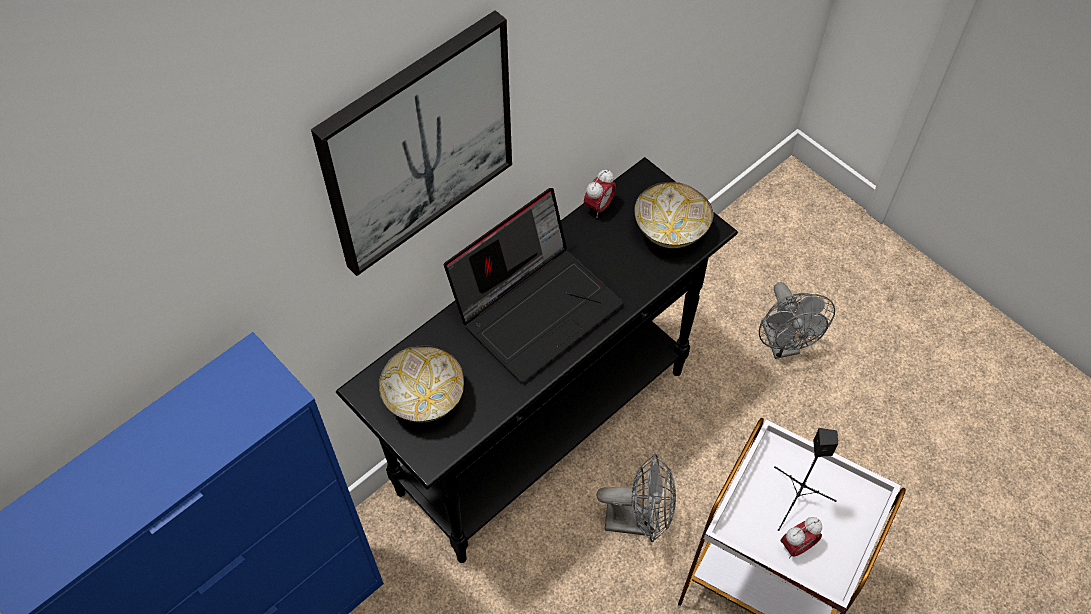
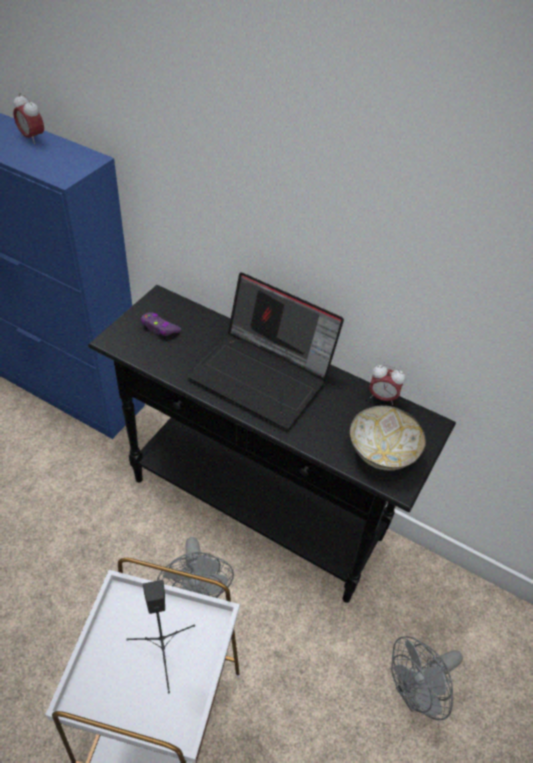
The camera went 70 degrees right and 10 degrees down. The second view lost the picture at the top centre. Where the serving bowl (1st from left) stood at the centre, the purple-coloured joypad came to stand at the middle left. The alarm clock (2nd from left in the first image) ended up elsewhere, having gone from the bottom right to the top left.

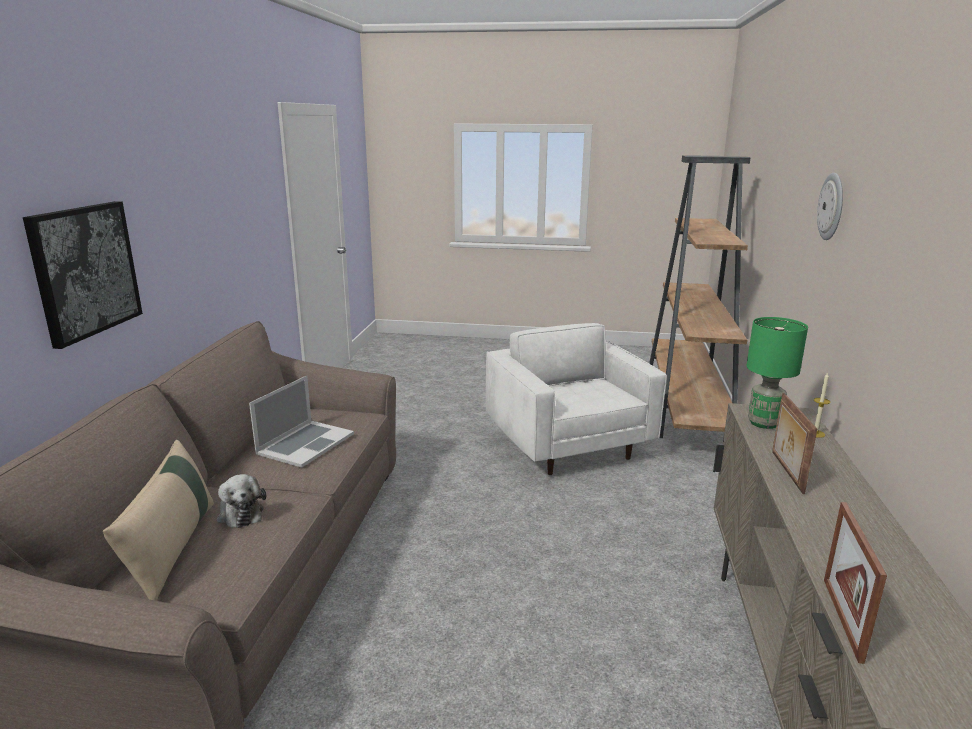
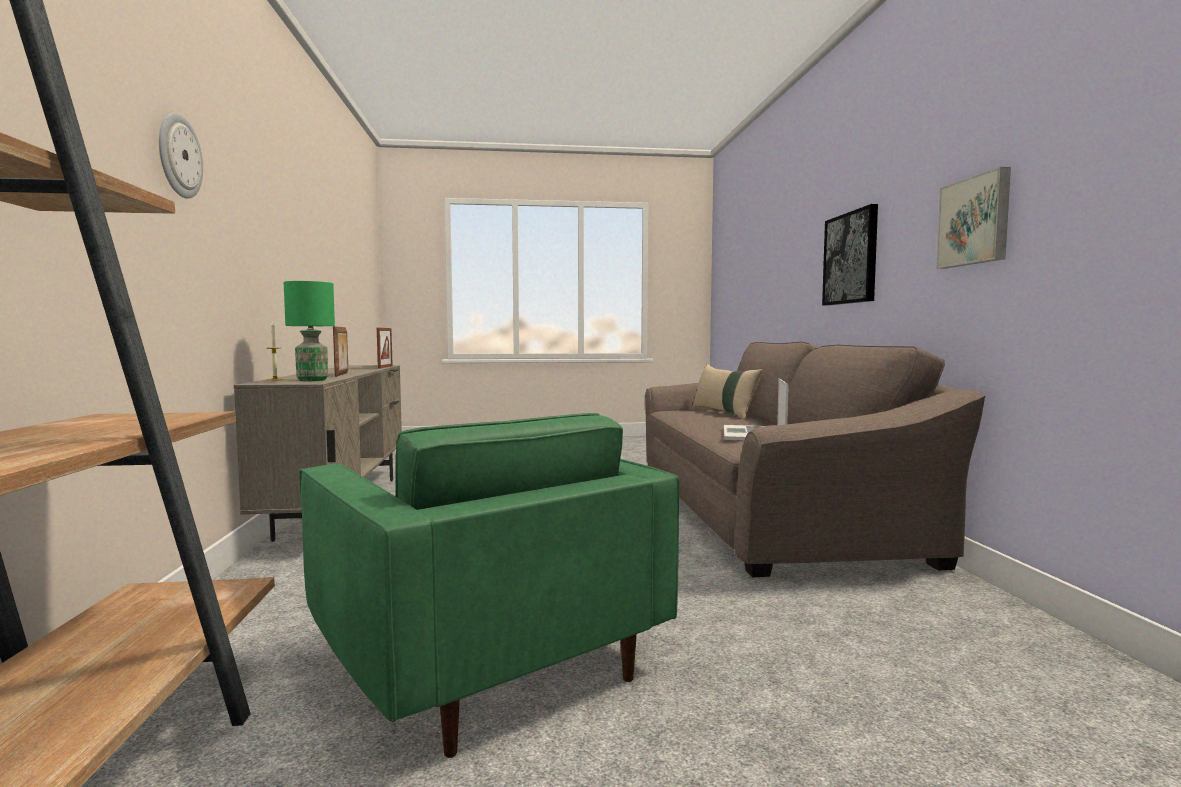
The camera went 165 degrees right and 15 degrees down. What was the white easy chair at the centre turned into the greenish easy chair at the bottom centre. The second view lost the cuddly toy at the bottom left. The second view gained the picture (2nd from left) at the top right.

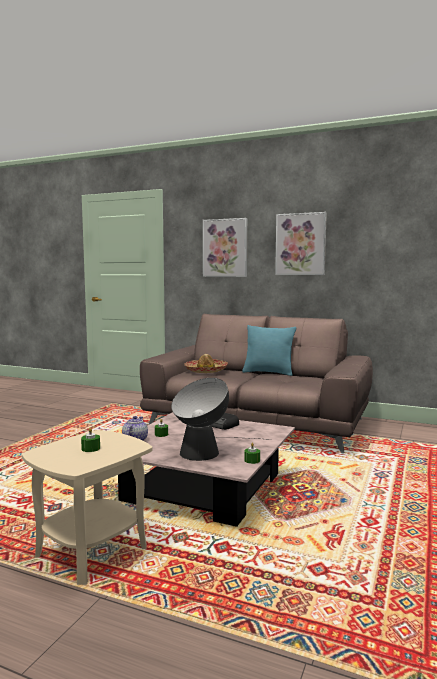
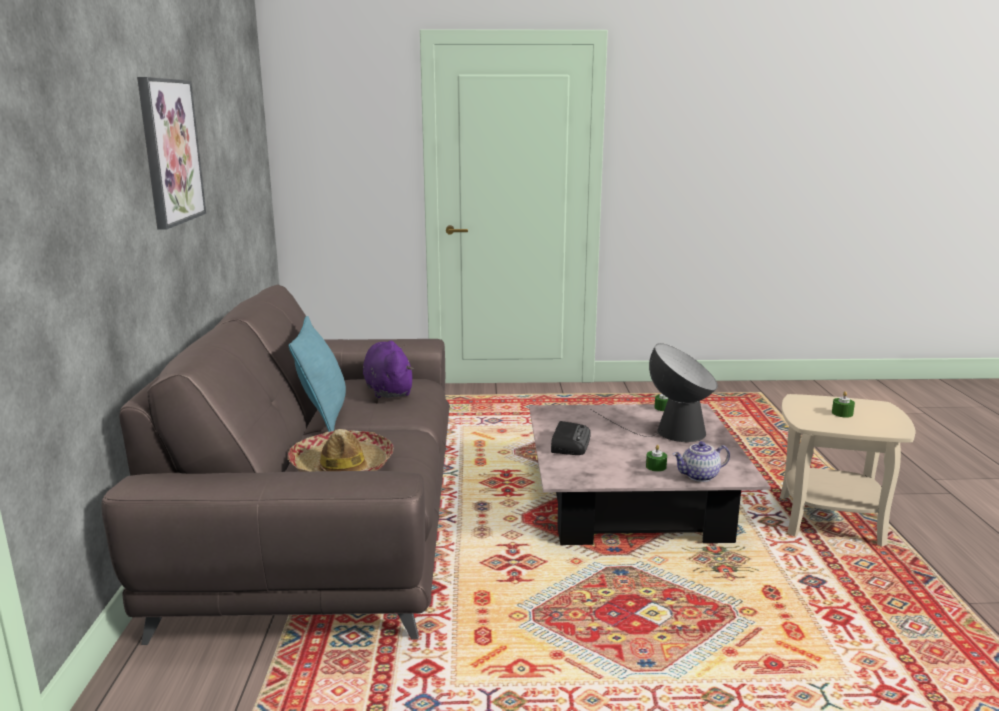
The camera went 115 degrees left and 10 degrees up. The second view lost the picture (1st from left) at the centre. The second view gained the purple-coloured cuddly toy at the centre.

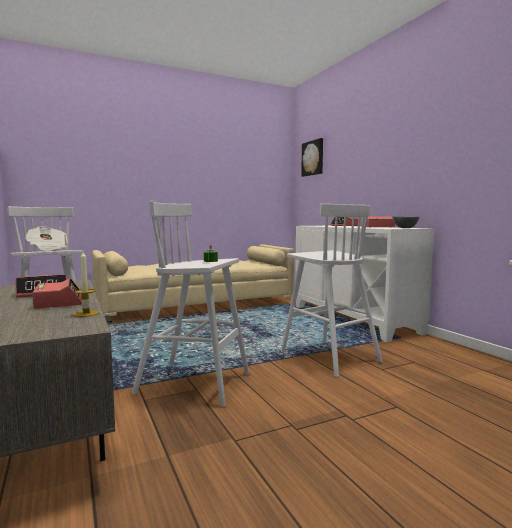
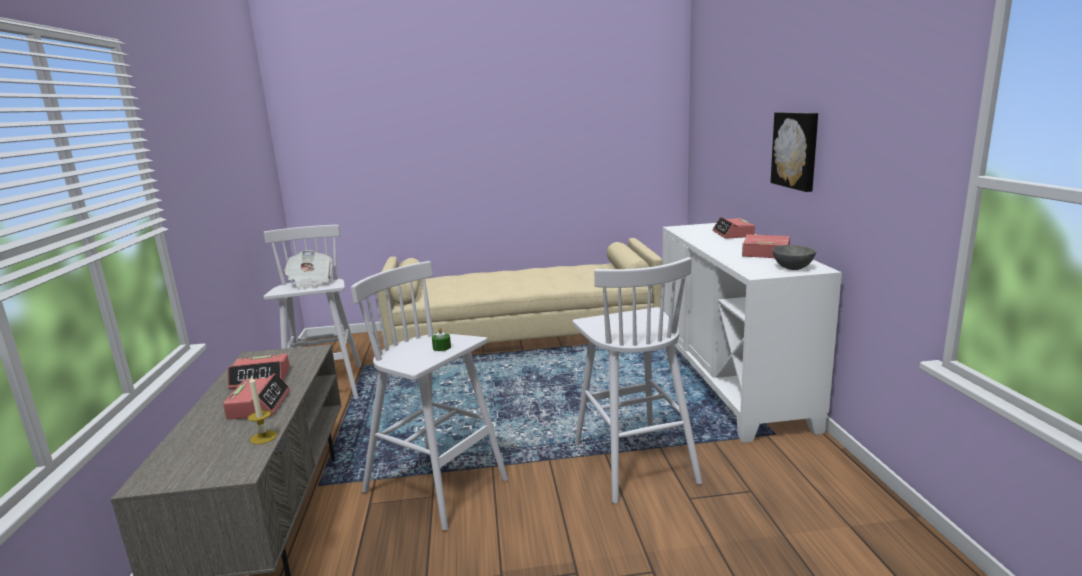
The camera went 20 degrees right and 10 degrees up. The picture ended up elsewhere, having gone from the top centre to the top right.

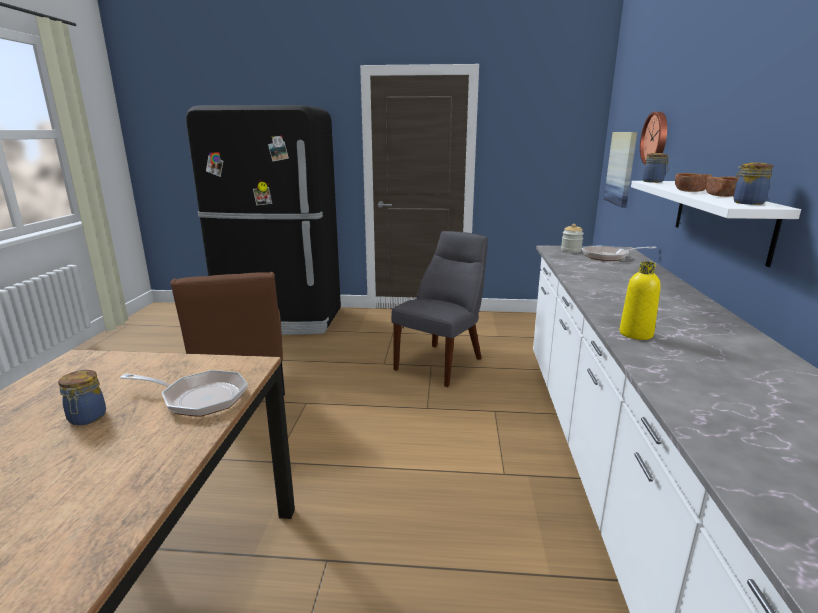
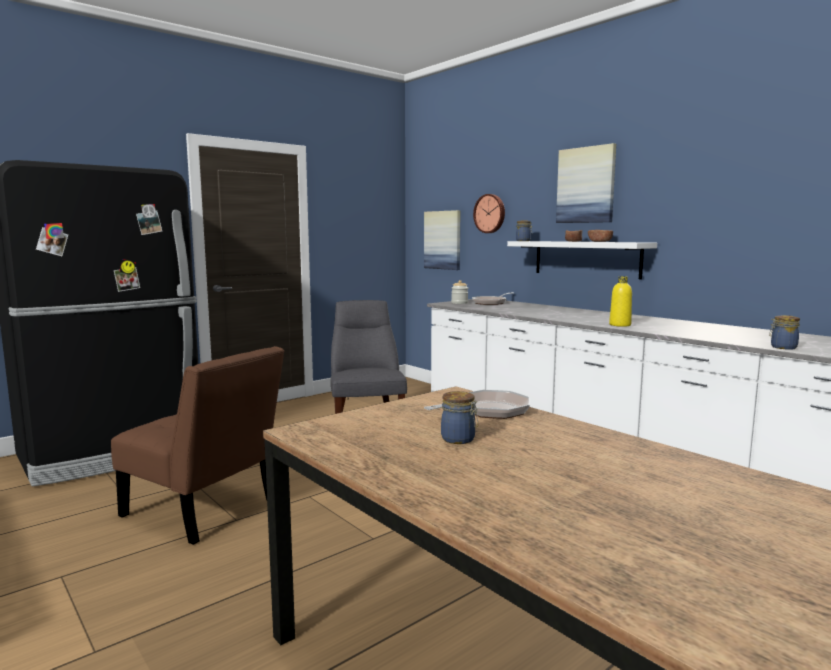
The camera went 45 degrees left and 10 degrees down. The storage jar (4th from left) ended up elsewhere, having gone from the top right to the middle right. The second view gained the picture (2nd from left) at the top right.

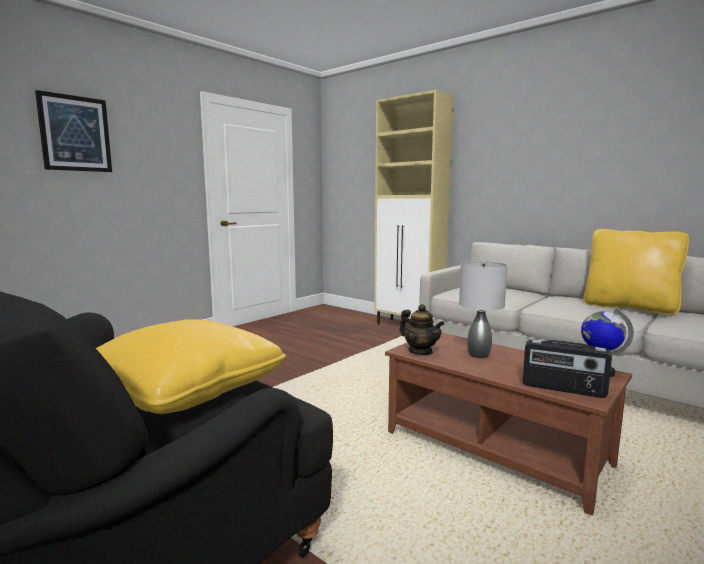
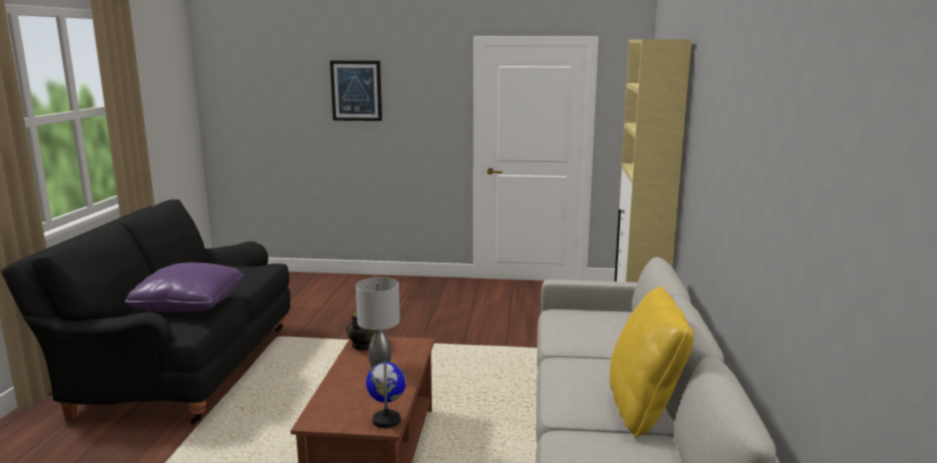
The camera went 55 degrees right and 5 degrees up. What was the yellow-coloured pillow (1st from left) at the middle left turned into the purple-coloured pillow at the middle left. The second view lost the radio at the middle right.

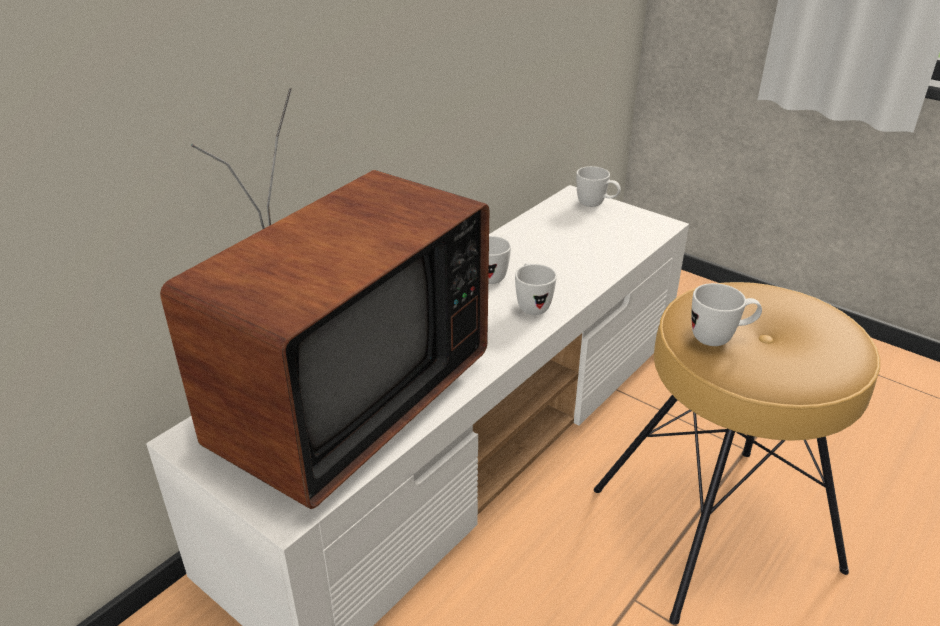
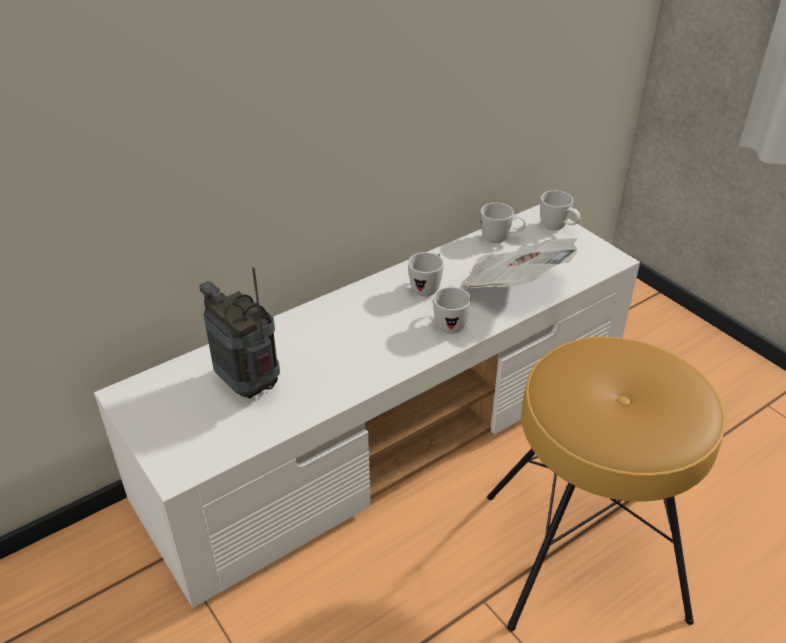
The camera went 15 degrees right and 5 degrees up. Where the TV stood at the centre, the radio came to stand at the middle left. The white tea mug (4th from left in the first image) ended up elsewhere, having gone from the middle right to the centre. The second view gained the printed paper at the centre.

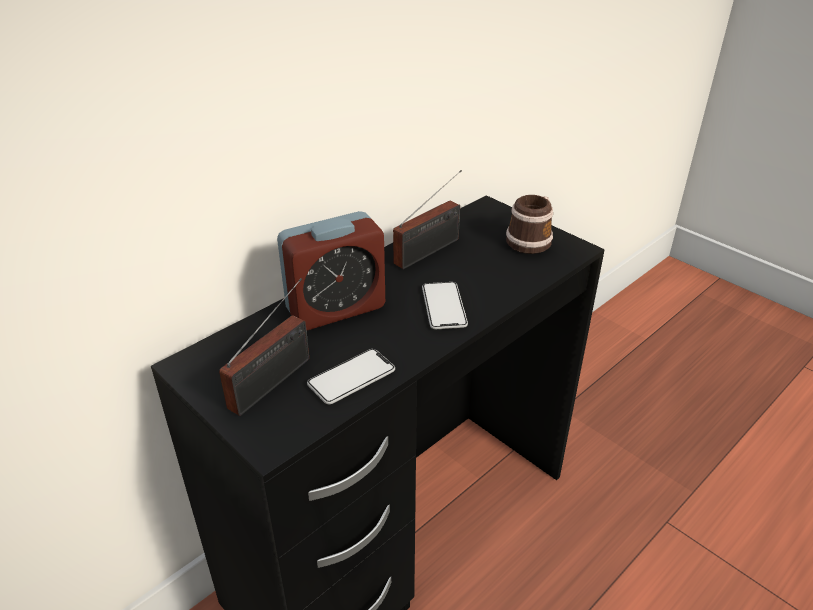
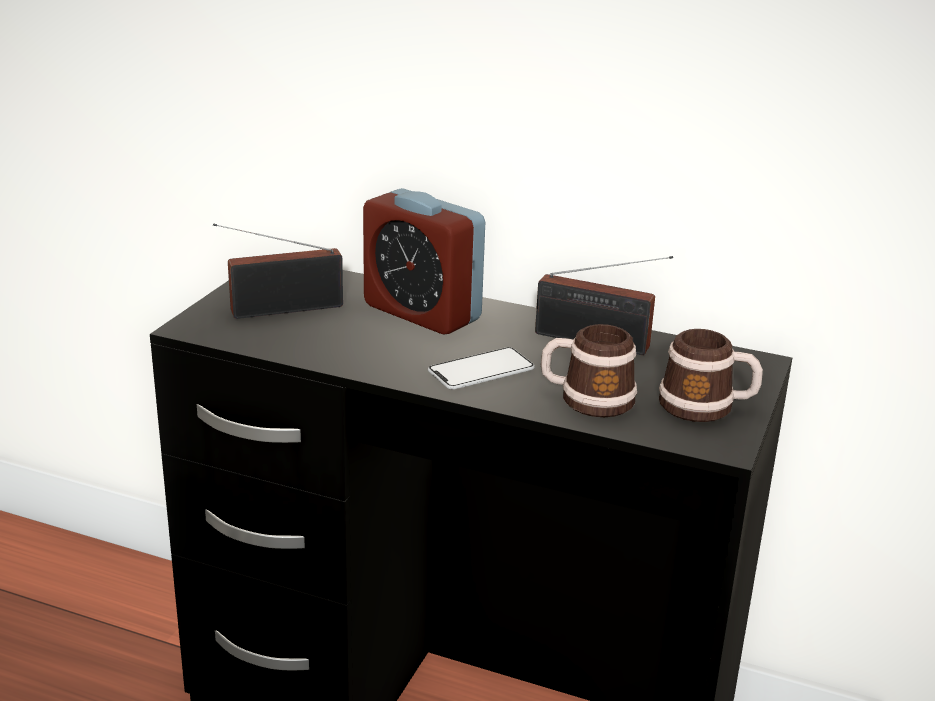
The camera went 65 degrees right and 10 degrees down. The radio (1st from left) at the middle left ended up facing another way, 150 degrees clockwise from before. The second view lost the phone (1st from left) at the centre. The second view gained the tea mug (1st from left) at the centre.

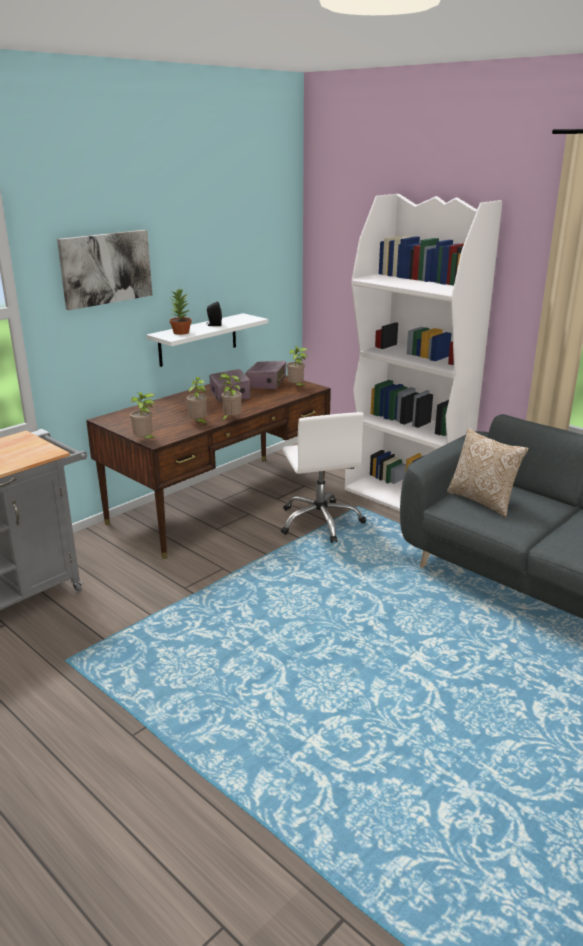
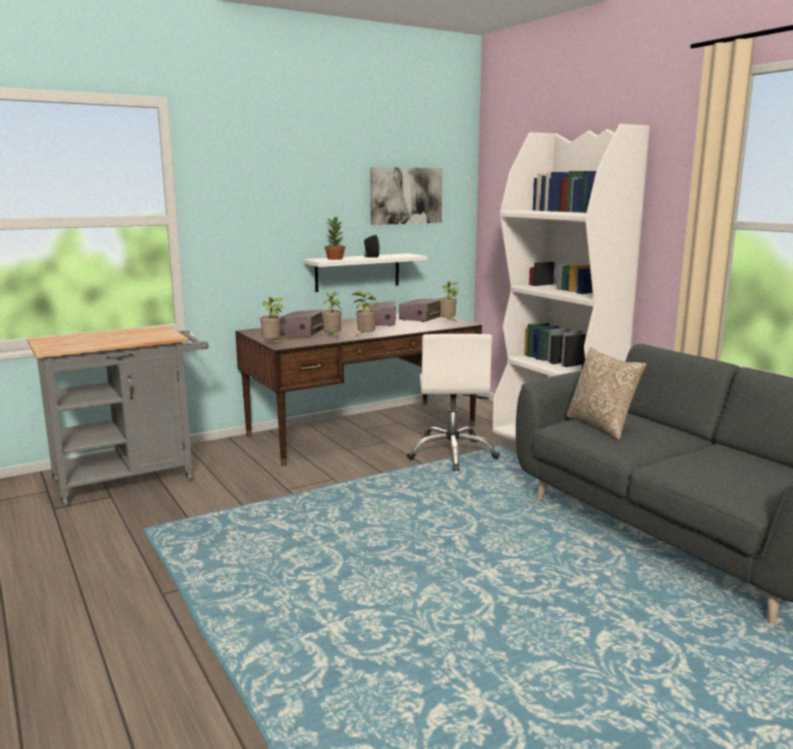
The camera went 15 degrees right and 10 degrees down. The picture ended up elsewhere, having gone from the top left to the top centre. The second view gained the radio (1st from left) at the centre.

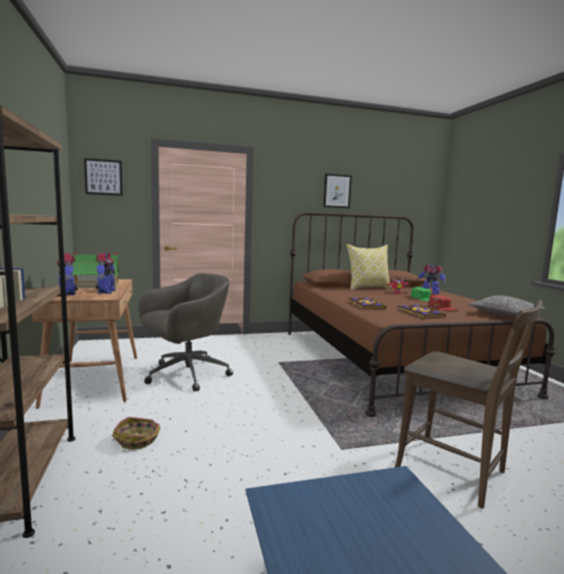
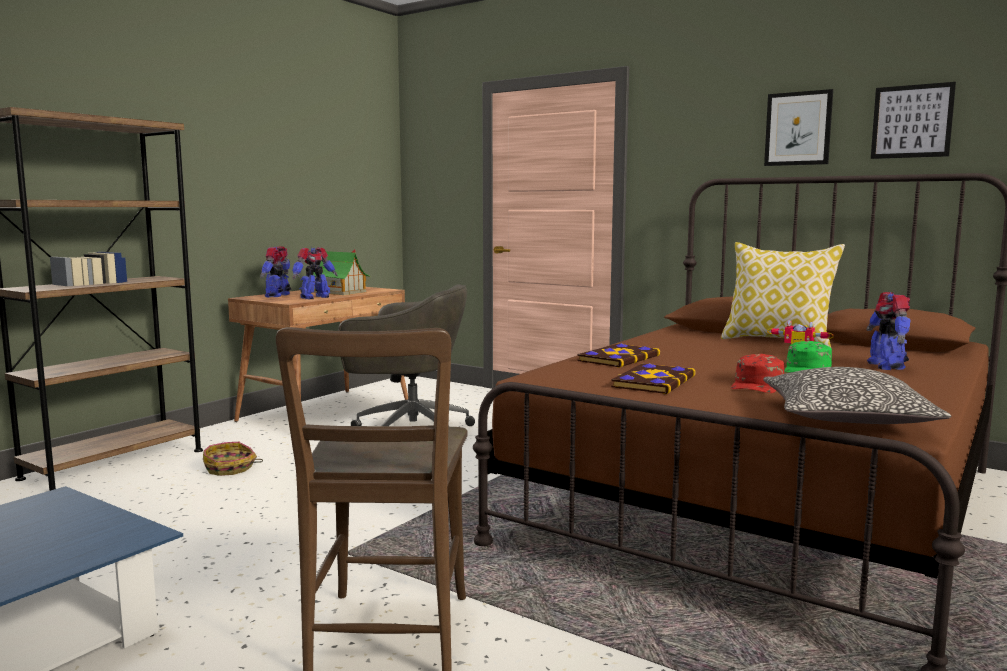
The camera went 50 degrees right and 0 degrees up. The picture (1st from left in the first image) ended up elsewhere, having gone from the top left to the top right.

